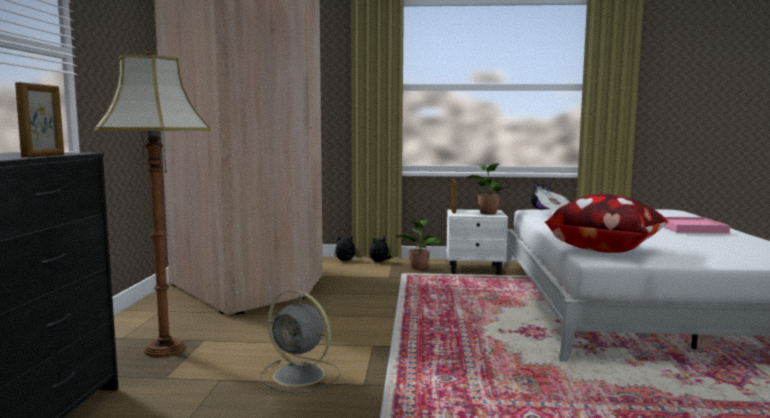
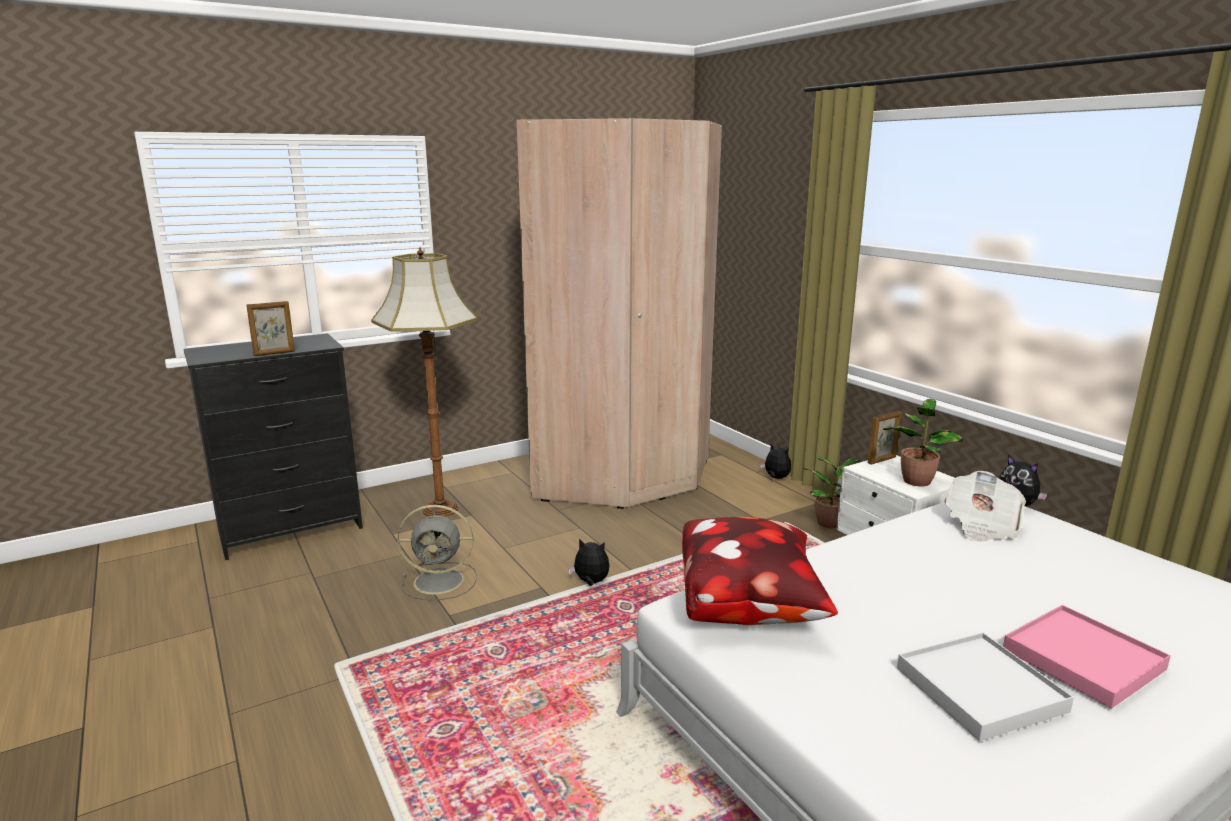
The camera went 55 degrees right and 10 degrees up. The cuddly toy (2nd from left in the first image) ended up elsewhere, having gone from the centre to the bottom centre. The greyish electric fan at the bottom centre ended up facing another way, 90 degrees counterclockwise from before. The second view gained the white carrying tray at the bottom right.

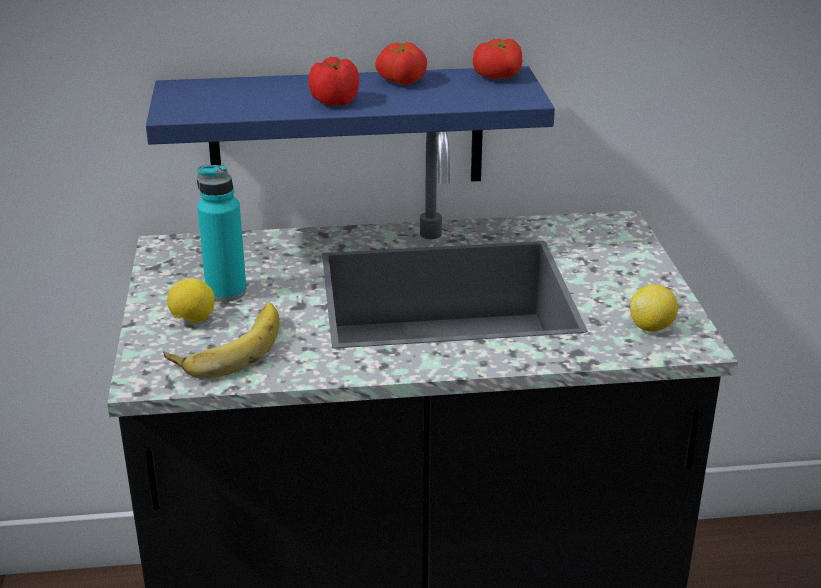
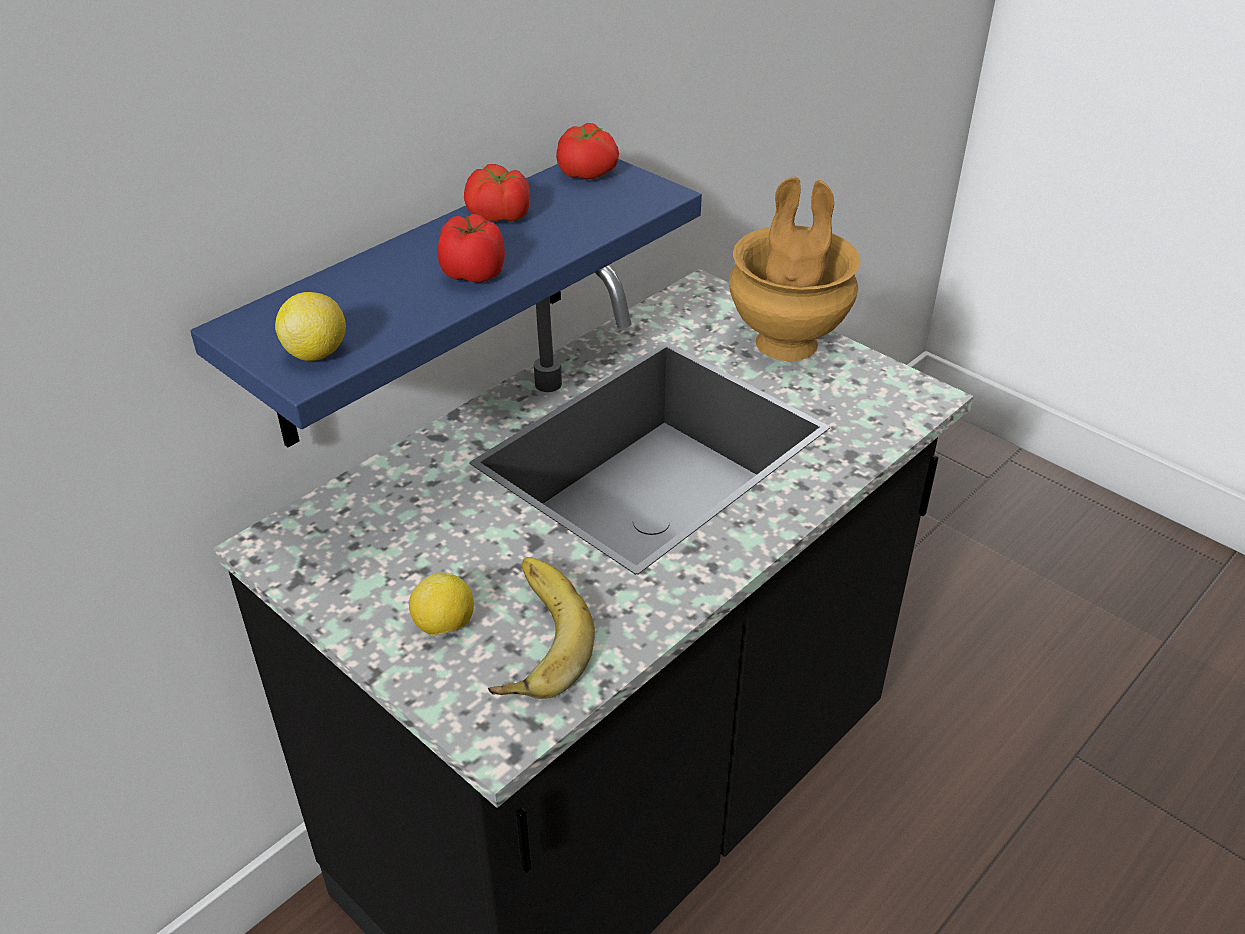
The camera went 40 degrees left and 10 degrees up. The second view lost the blue-green bottle at the middle left. The whole lemon (2nd from left in the first image) ended up elsewhere, having gone from the middle right to the middle left. The second view gained the brownish flower vase at the top centre.

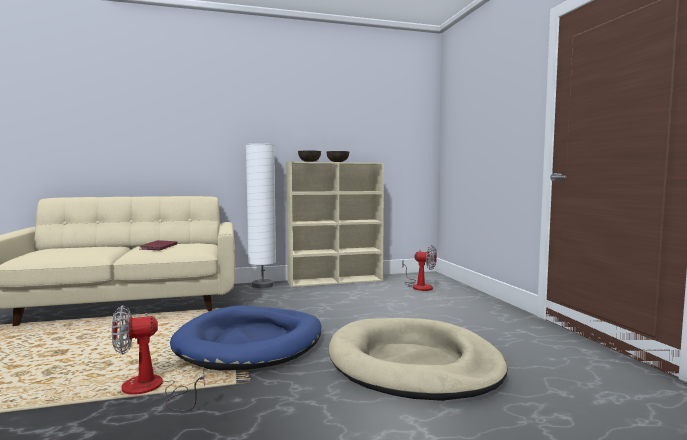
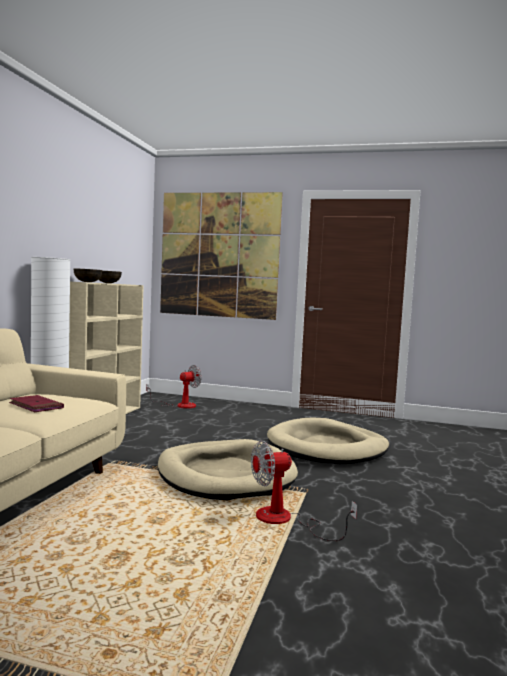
The camera went 60 degrees left and 0 degrees up. The electric fan (1st from left in the first image) at the bottom left ended up facing another way, 60 degrees clockwise from before. What was the blue-coloured dog cushion at the bottom centre turned into the beige dog cushion (1st from left) at the bottom centre. The second view gained the picture at the centre.

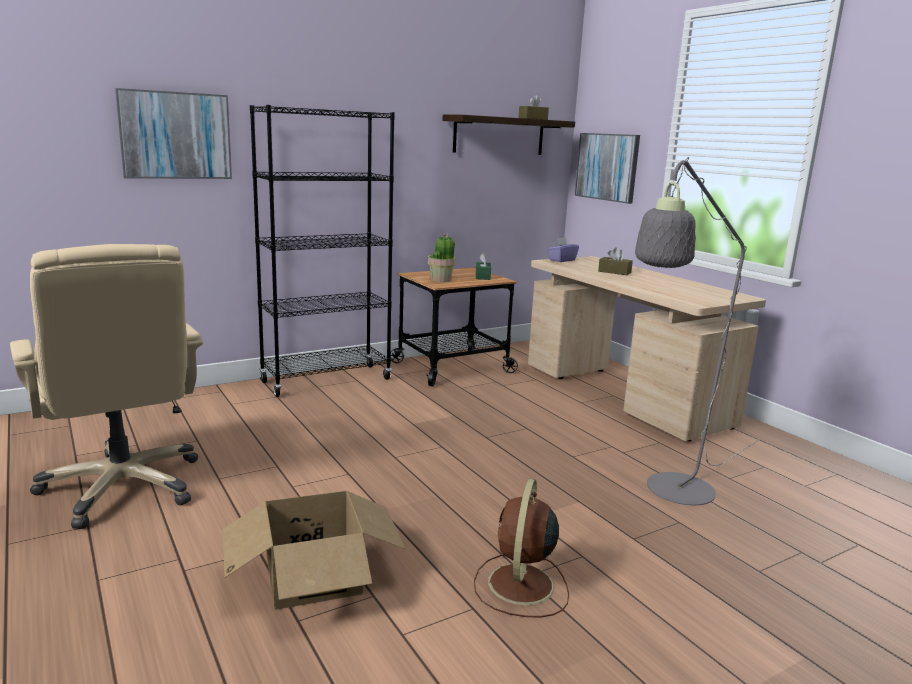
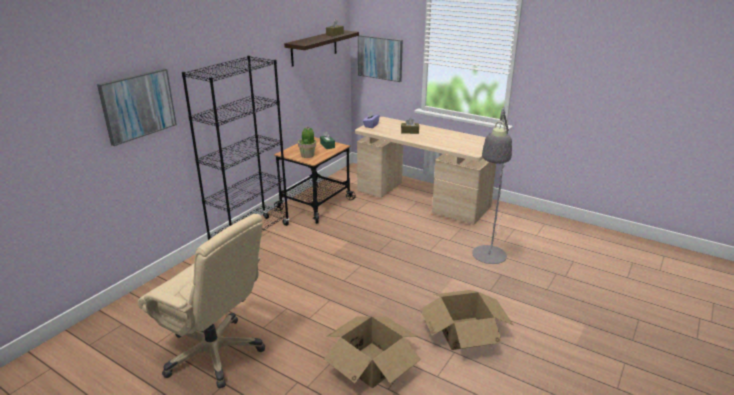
The camera went 25 degrees left and 10 degrees up. Where the brownish electric fan stood at the bottom centre, the carton (2nd from left) came to stand at the bottom centre.

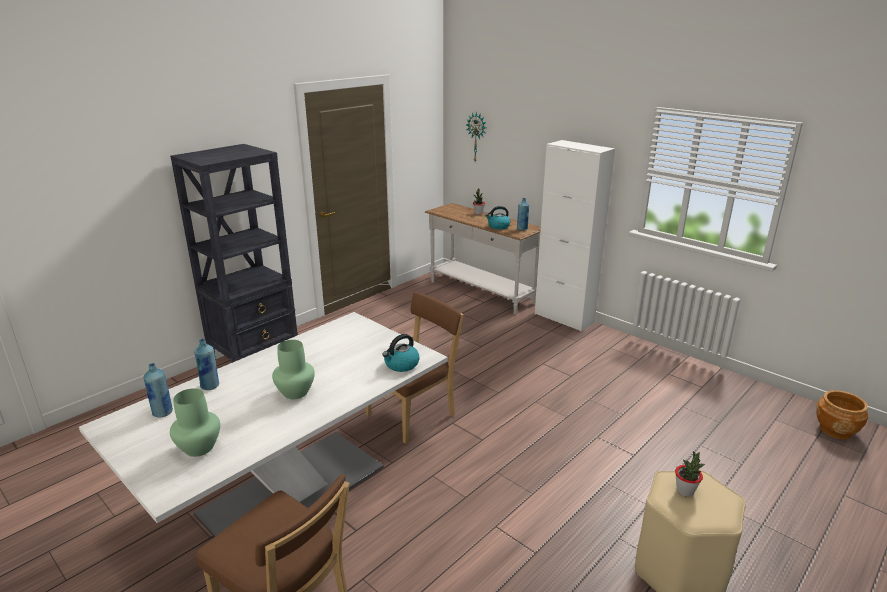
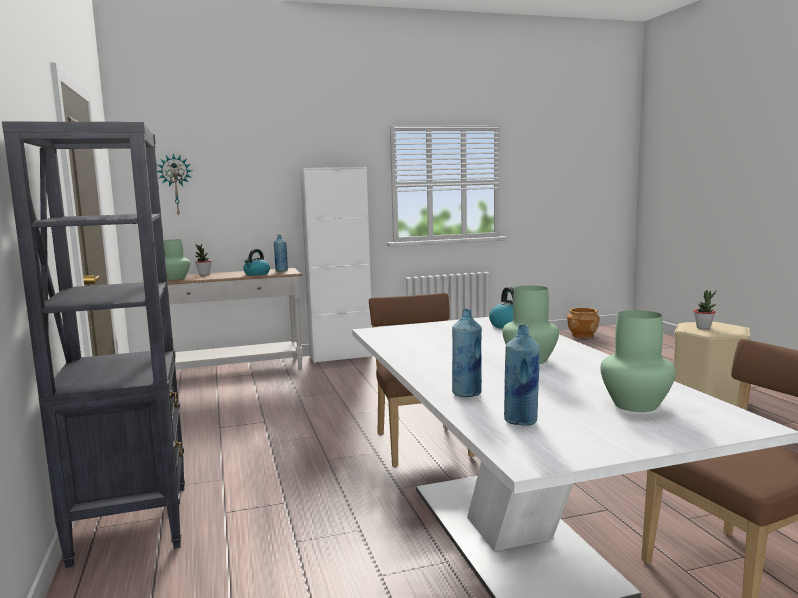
The camera went 60 degrees left and 15 degrees down. The second view gained the greenish flower vase (1st from left) at the middle left.

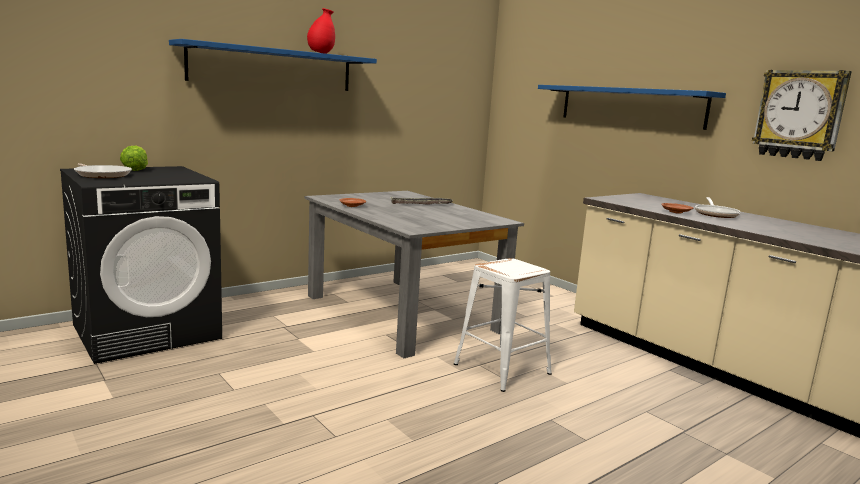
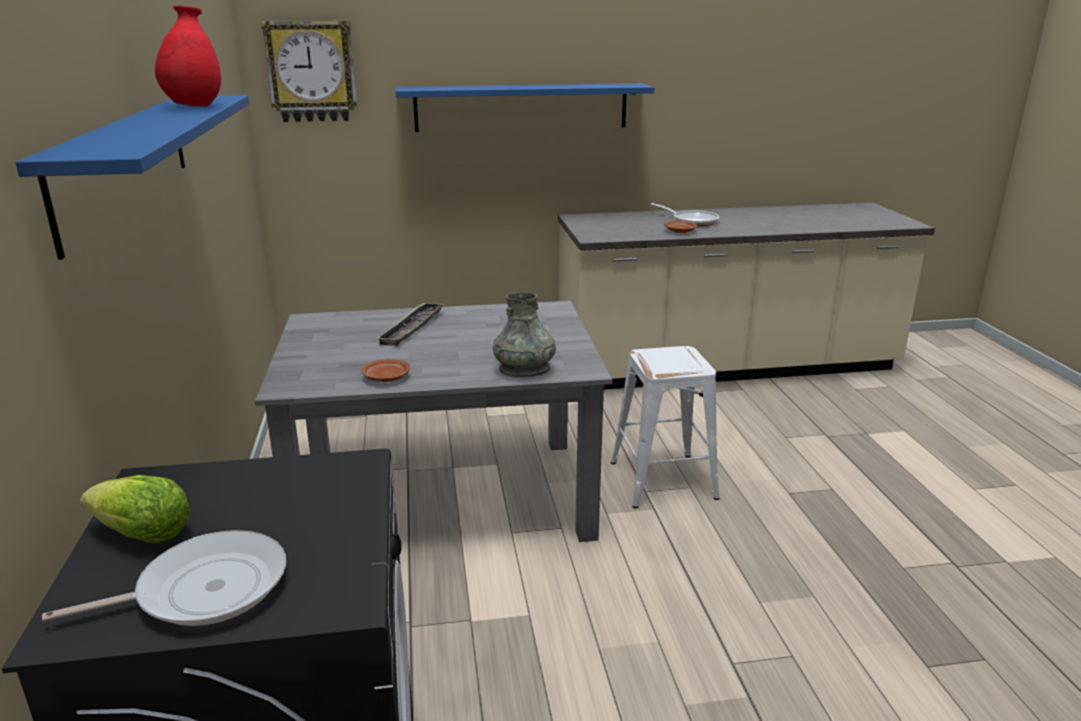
The camera went 60 degrees left and 10 degrees up. The wall clock ended up elsewhere, having gone from the top right to the top left. The second view gained the greyish flower vase at the centre.

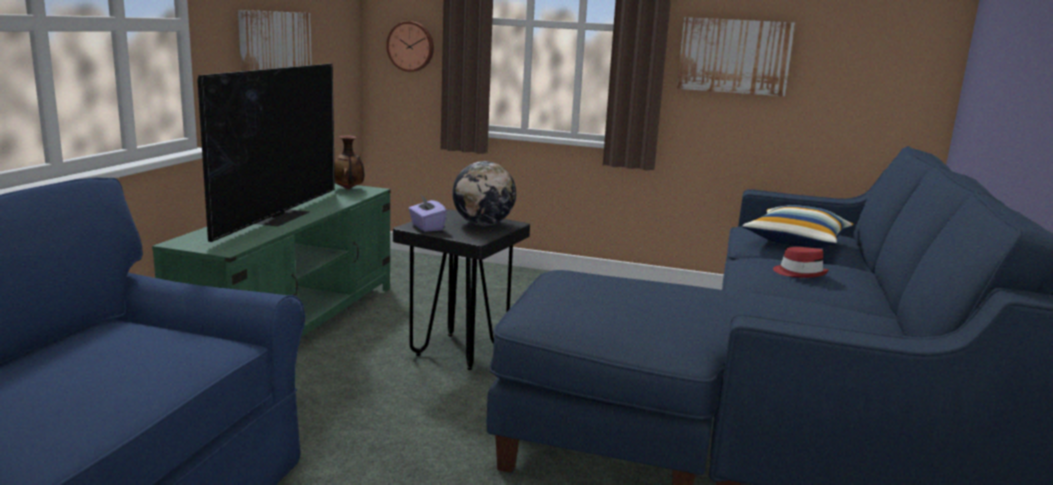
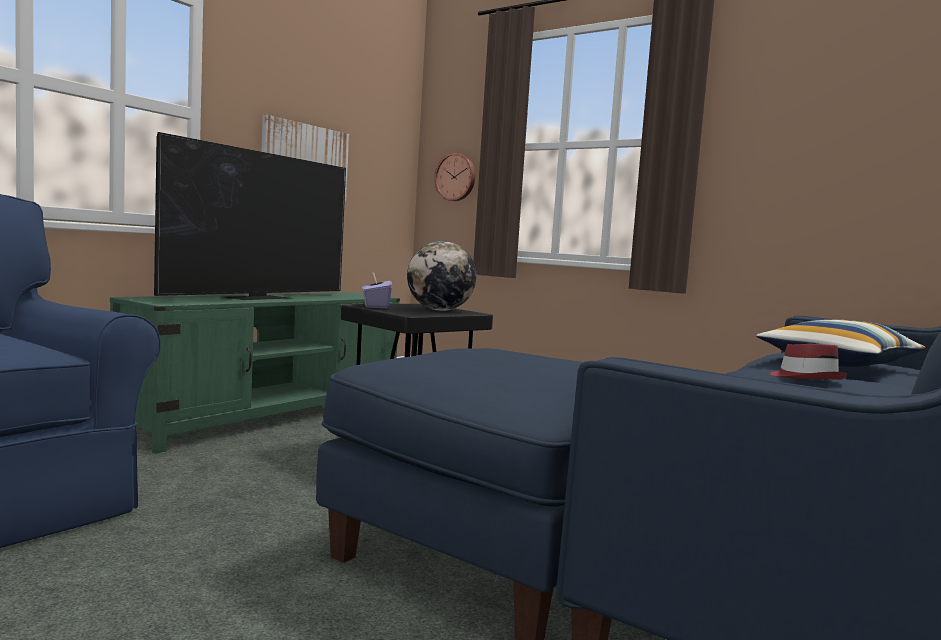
The camera went 20 degrees right and 10 degrees down. The second view lost the picture (2nd from left) at the top right. The second view lost the flower vase at the middle left.

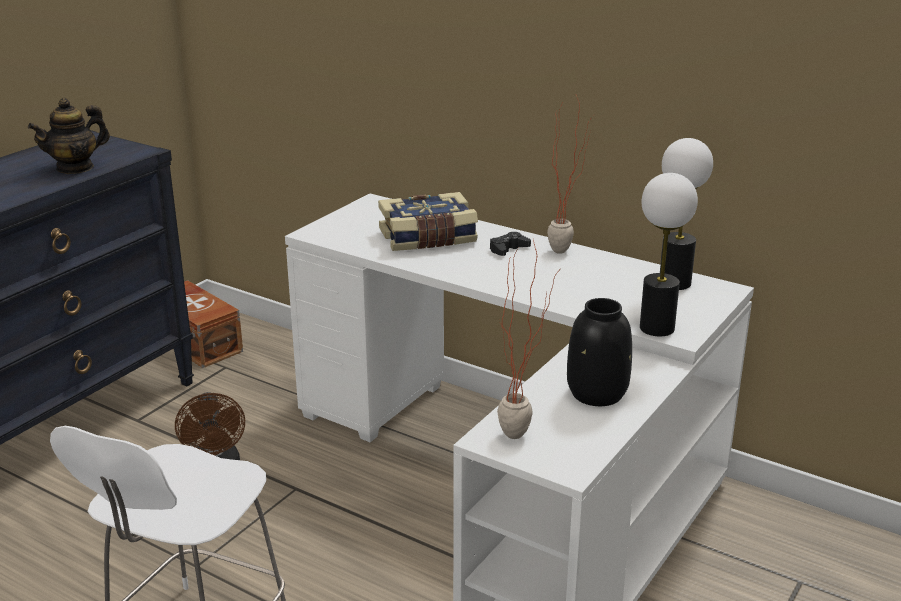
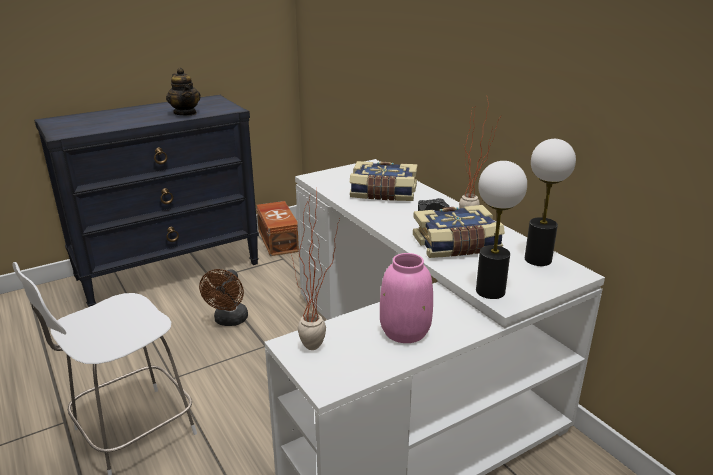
The camera went 25 degrees right and 0 degrees up. The teapot at the top left ended up facing another way, 105 degrees counterclockwise from before. What was the black-coloured flower vase at the centre turned into the pink flower vase at the centre. The second view gained the volume (2nd from left) at the centre.

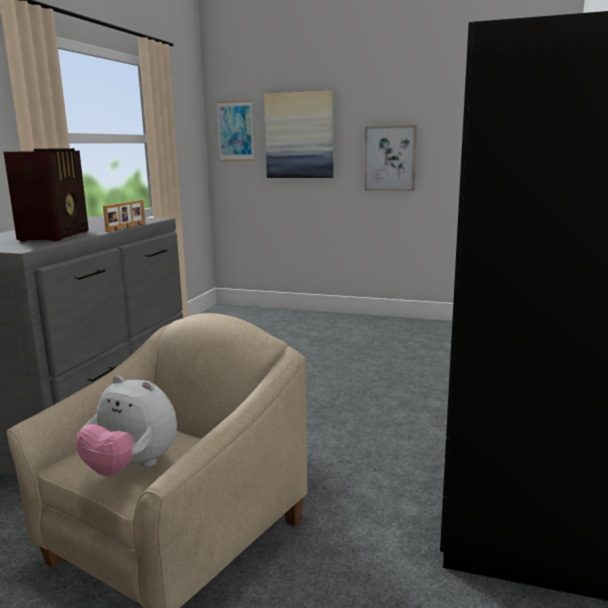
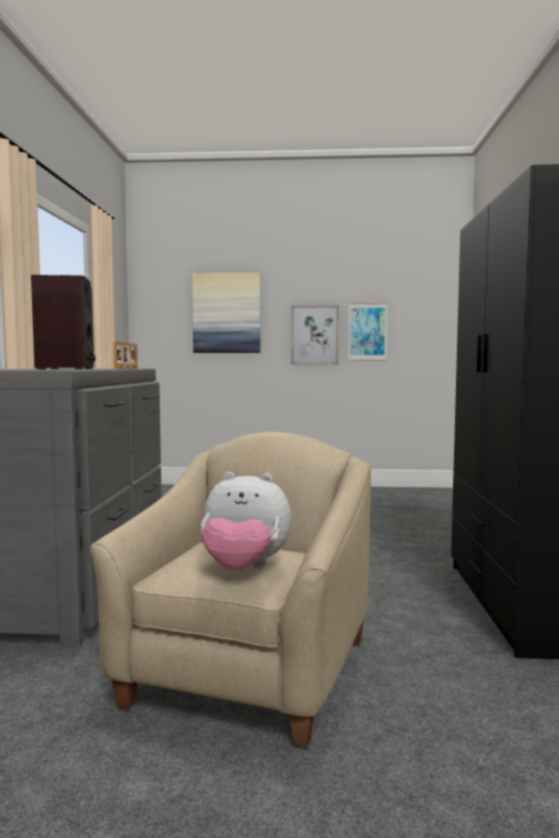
The camera went 15 degrees left and 10 degrees down. The picture (1st from left in the first image) ended up elsewhere, having gone from the top centre to the centre.

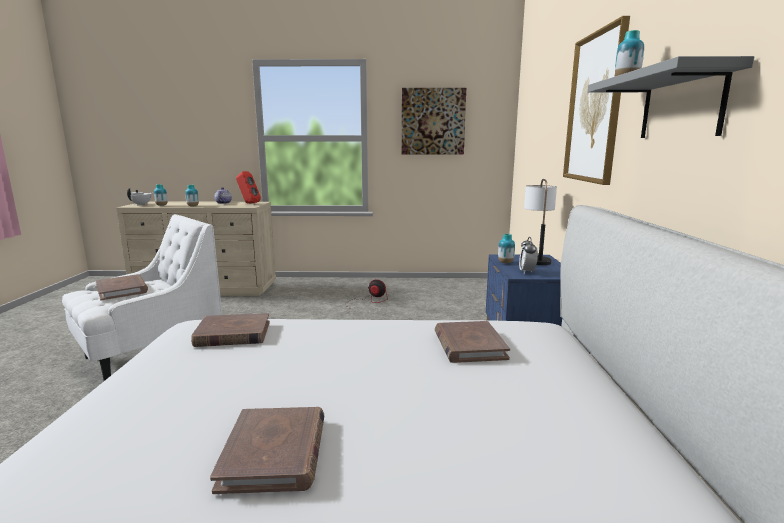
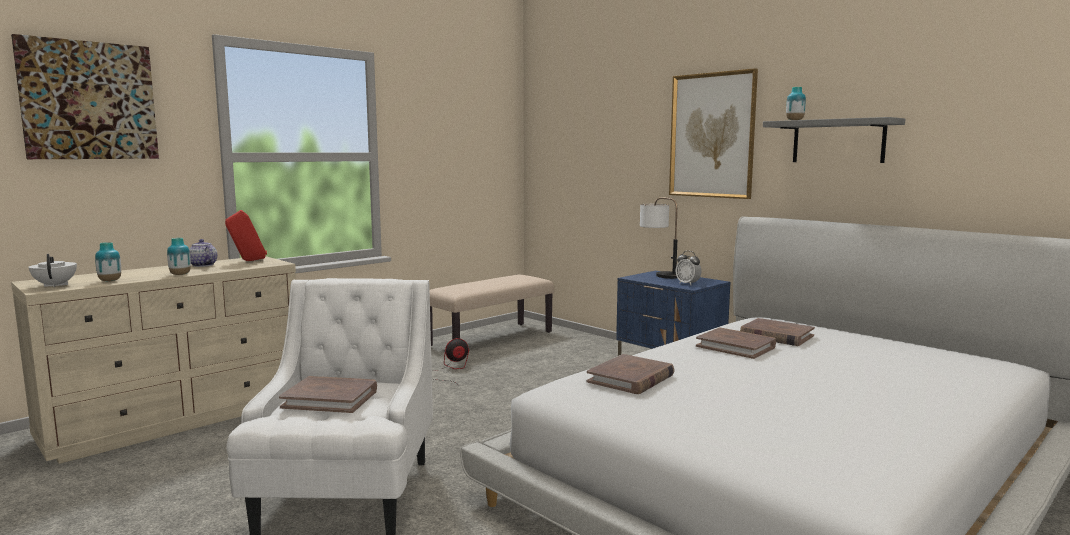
The camera went 45 degrees left and 5 degrees down. The picture (1st from left) ended up elsewhere, having gone from the top centre to the top left. The second view lost the flower vase (3rd from left) at the centre. The brownish volume (3rd from left) ended up elsewhere, having gone from the bottom centre to the middle right. The second view gained the beige long seat at the centre.

